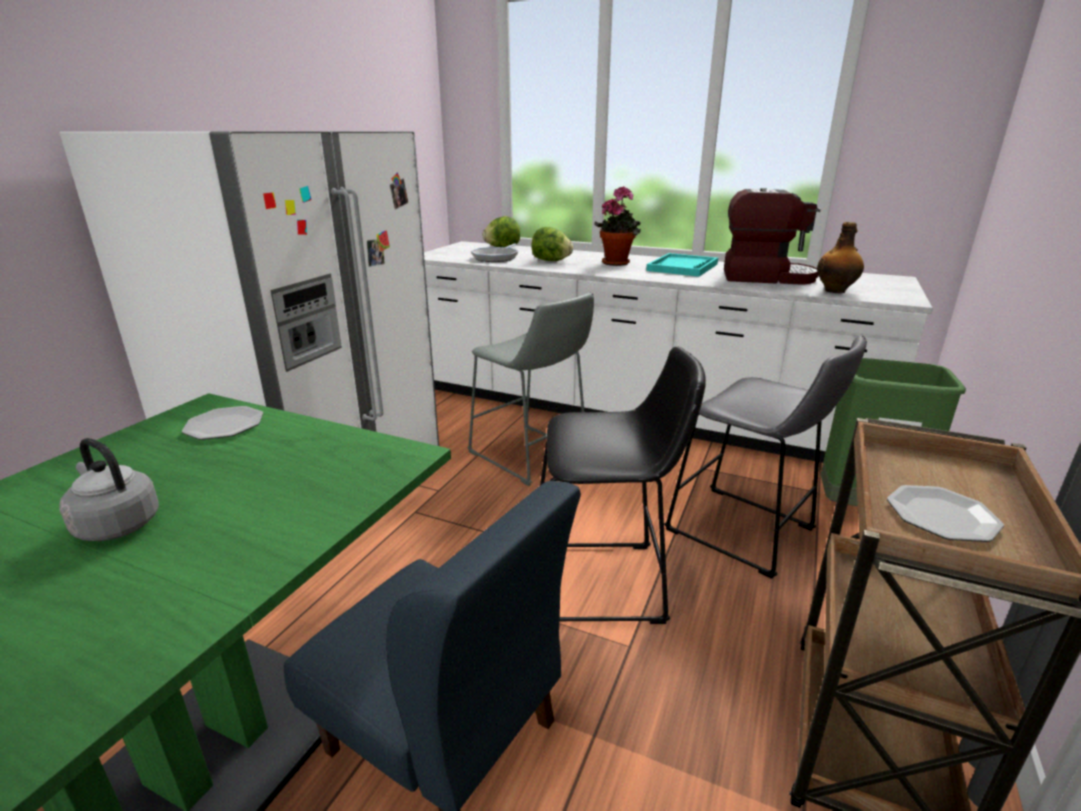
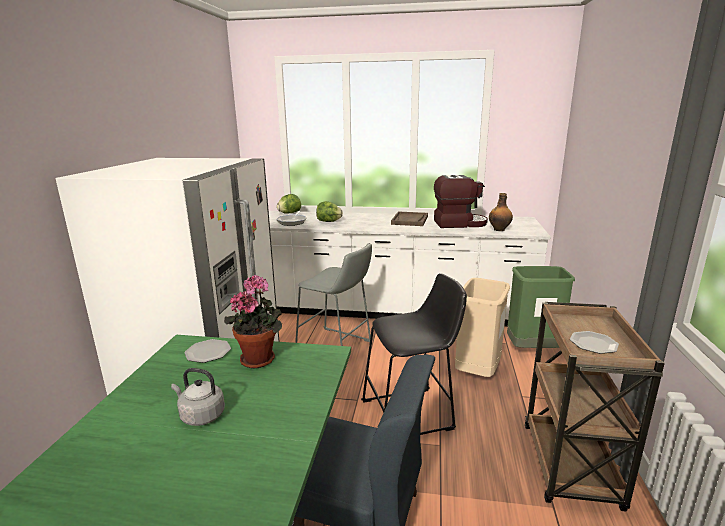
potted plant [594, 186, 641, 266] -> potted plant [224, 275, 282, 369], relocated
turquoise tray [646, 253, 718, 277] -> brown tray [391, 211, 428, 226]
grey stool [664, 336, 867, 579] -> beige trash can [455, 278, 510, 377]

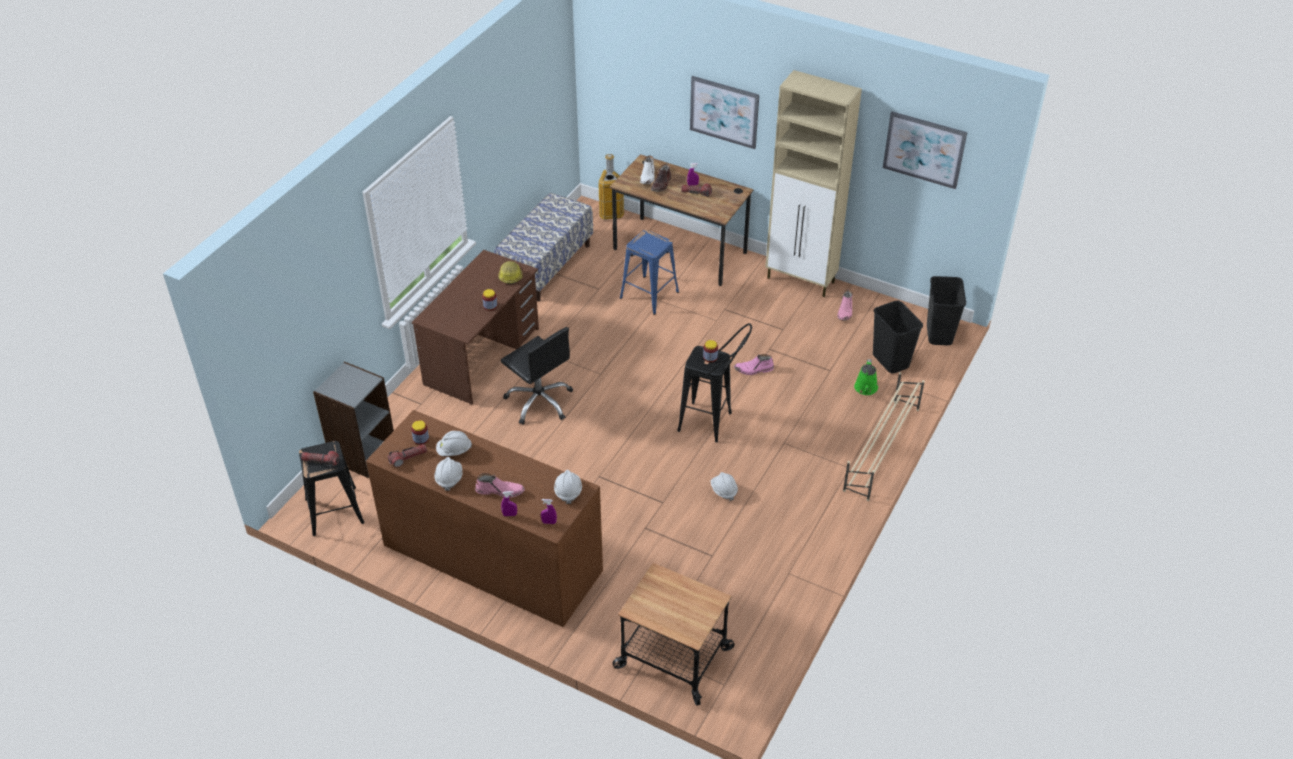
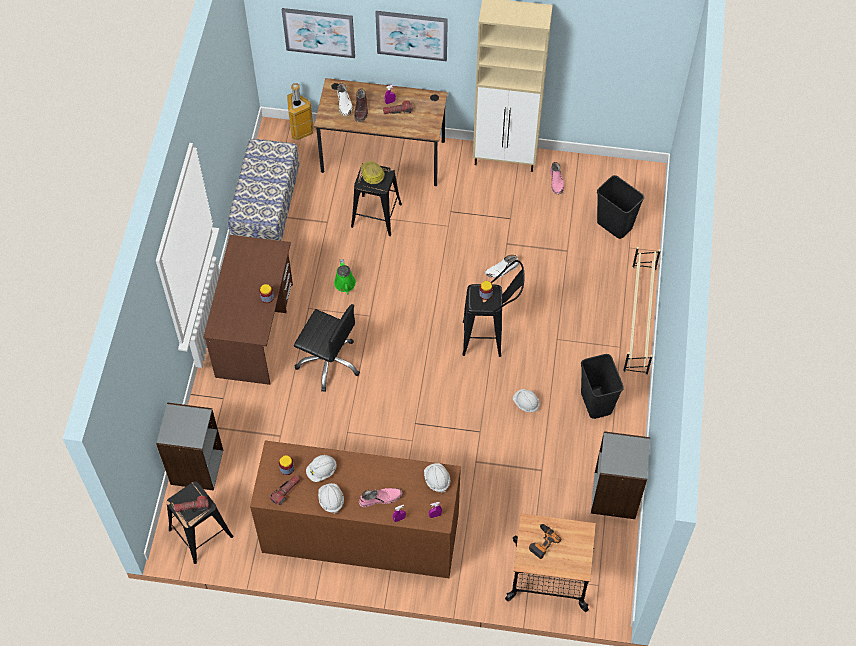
picture [883, 112, 967, 189] -> picture [282, 8, 355, 58], relocated
green watering can [854, 359, 878, 395] -> green watering can [334, 259, 356, 295], relocated
blue stool [620, 230, 679, 315] -> black stool [351, 163, 402, 236]
hard hat [498, 261, 522, 284] -> hard hat [361, 161, 385, 184], relocated
pink boot [734, 354, 774, 375] -> white boot [485, 255, 519, 278]
none -> power drill [529, 524, 561, 559]
black trash can [927, 276, 966, 345] -> black trash can [581, 354, 624, 419], relocated
none -> grey bookcase [591, 431, 650, 519]

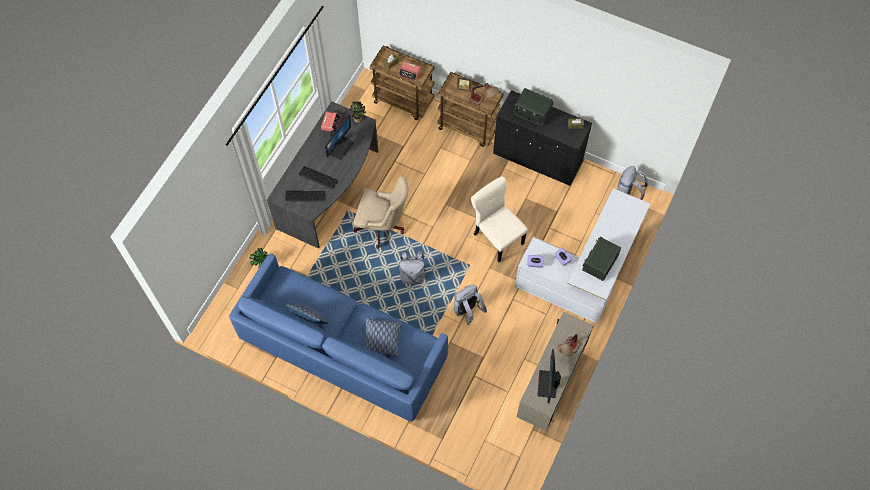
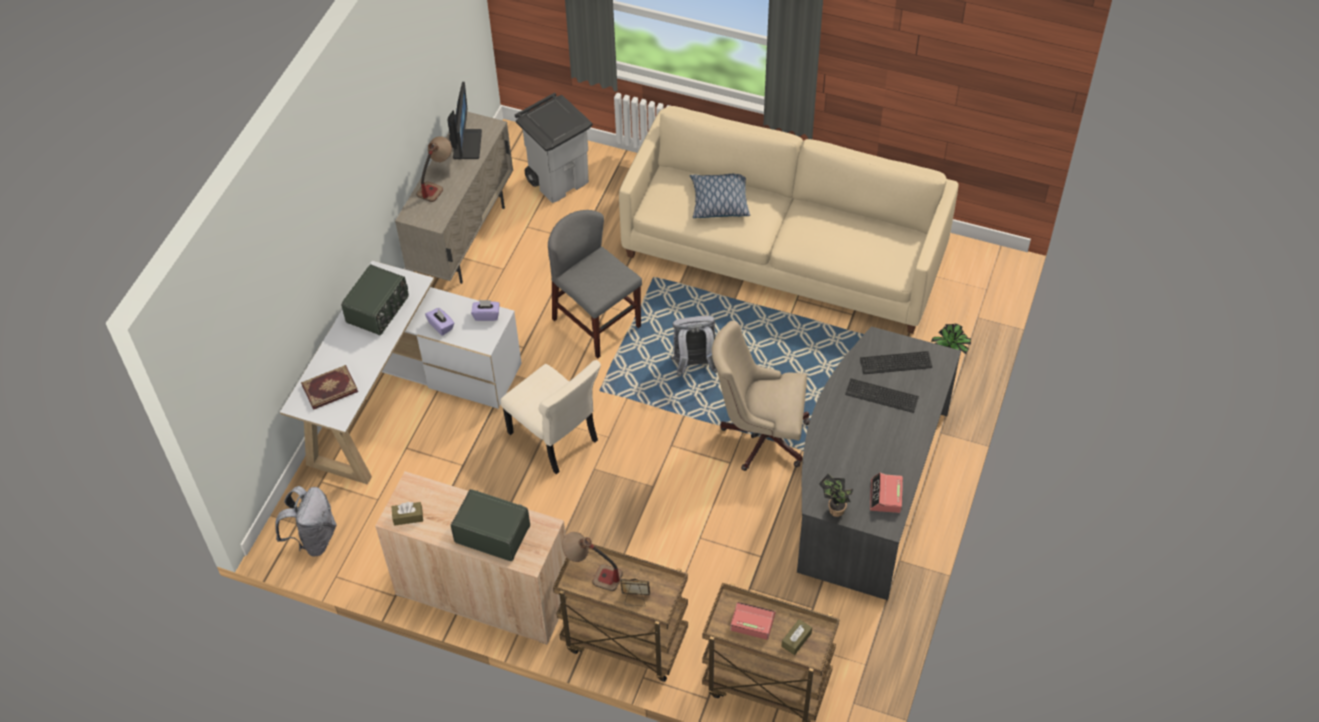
none -> book [301, 365, 358, 410]
black cabinet [493, 90, 592, 186] -> beige cabinet [375, 471, 567, 644]
none -> grey trash can [515, 93, 593, 203]
grey backpack [454, 285, 487, 325] -> grey chair [548, 210, 642, 358]
blue sofa [229, 254, 448, 422] -> beige sofa [619, 106, 959, 334]
pillow [286, 304, 329, 324] -> none
monitor [325, 114, 354, 160] -> none

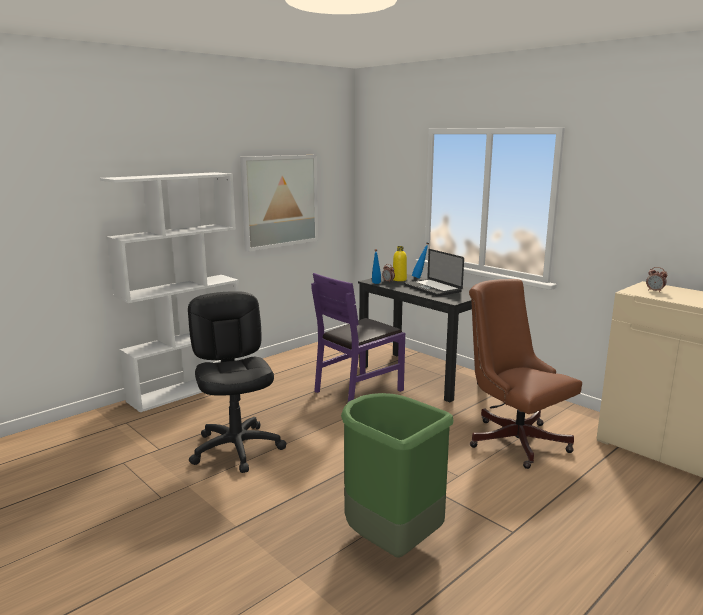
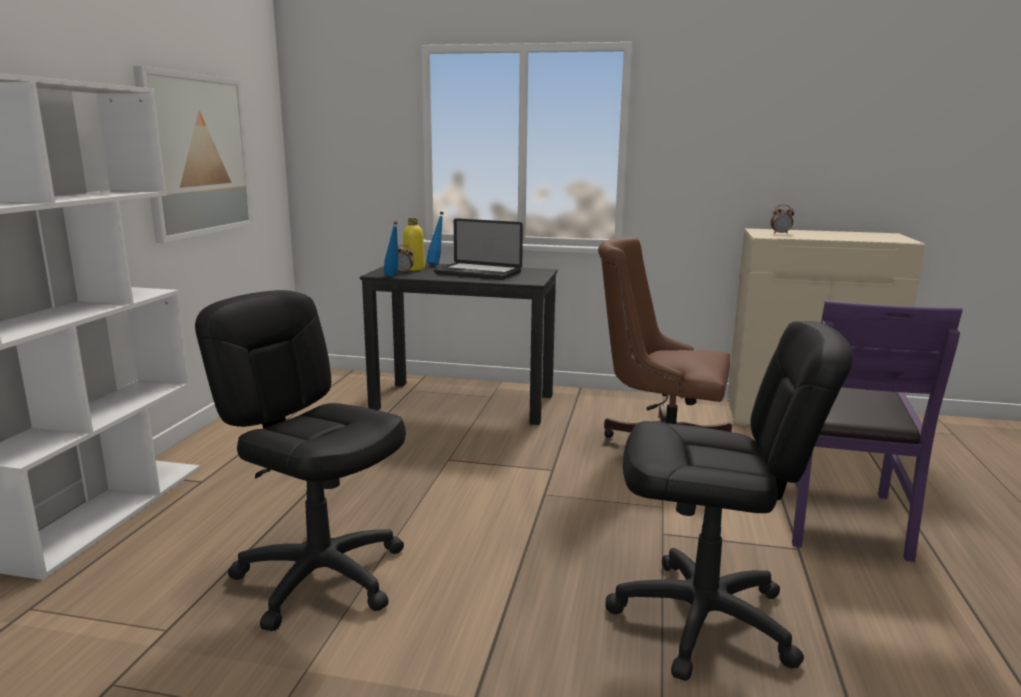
green trash can [341, 393, 454, 558] -> black office chair [605, 321, 853, 681]
purple chair [311, 273, 405, 402] -> purple chair [792, 300, 963, 562], relocated

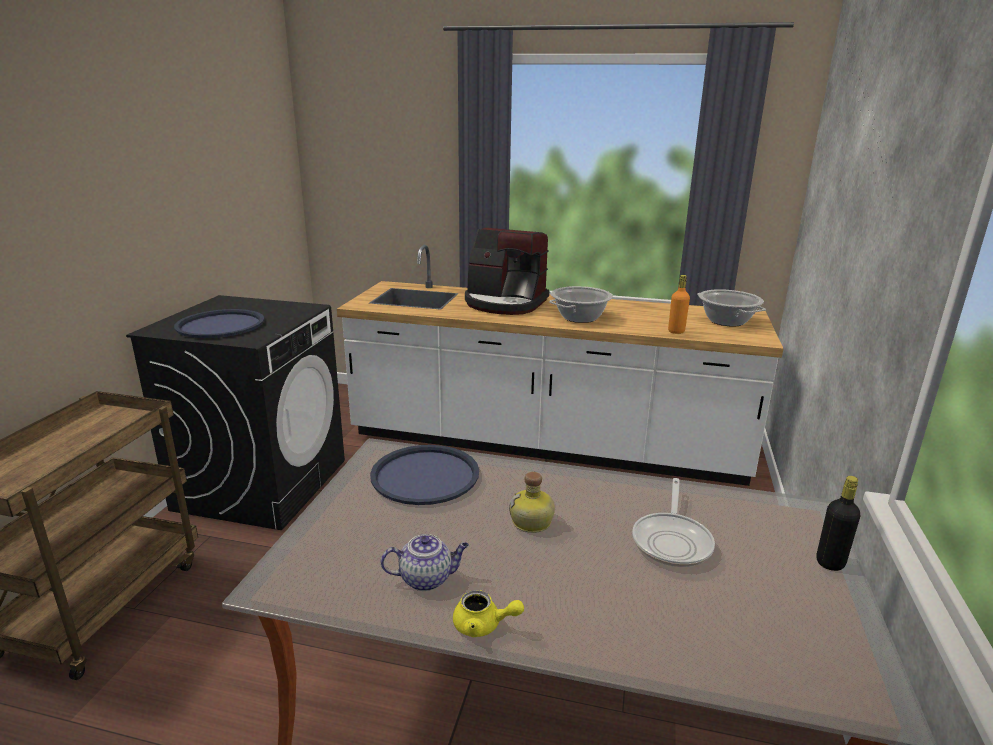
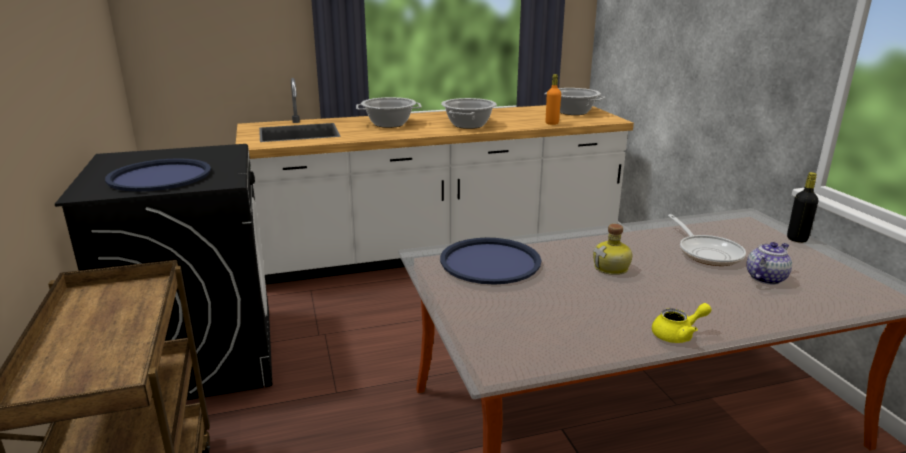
coffee machine [465, 228, 549, 315] -> cooking pot [356, 97, 421, 128]
teapot [381, 534, 469, 591] -> teapot [747, 242, 792, 285], relocated

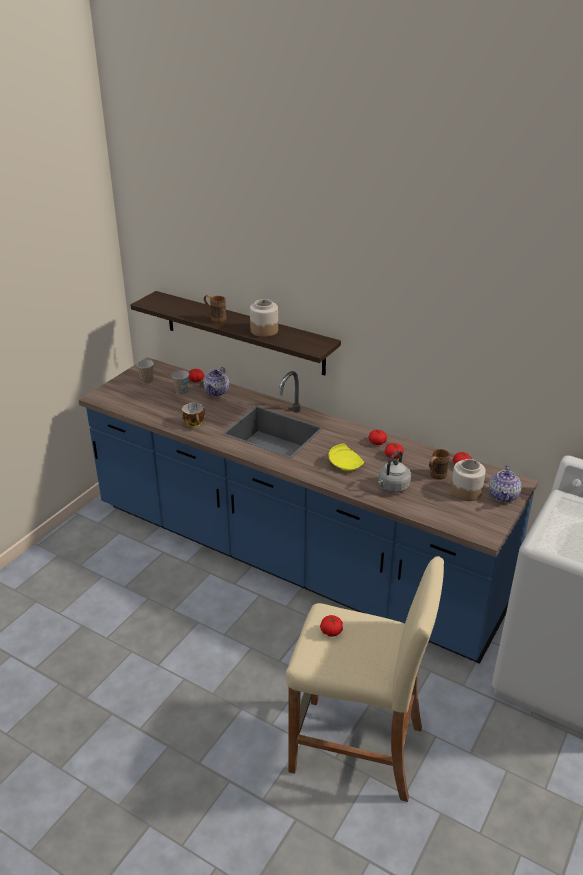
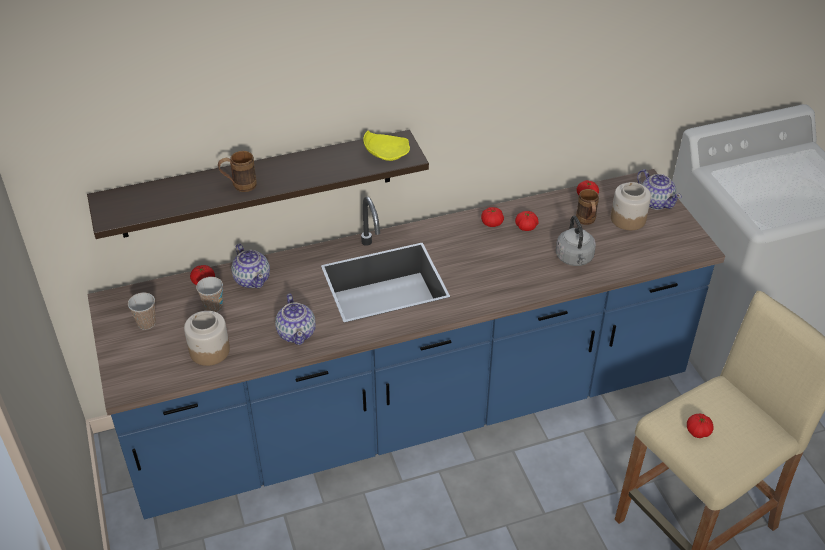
jar [250, 299, 278, 337] -> jar [184, 311, 230, 366], relocated
cup [182, 403, 205, 428] -> teapot [275, 294, 316, 345]
yellow plate [329, 444, 364, 471] -> yellow plate [363, 130, 410, 161], relocated

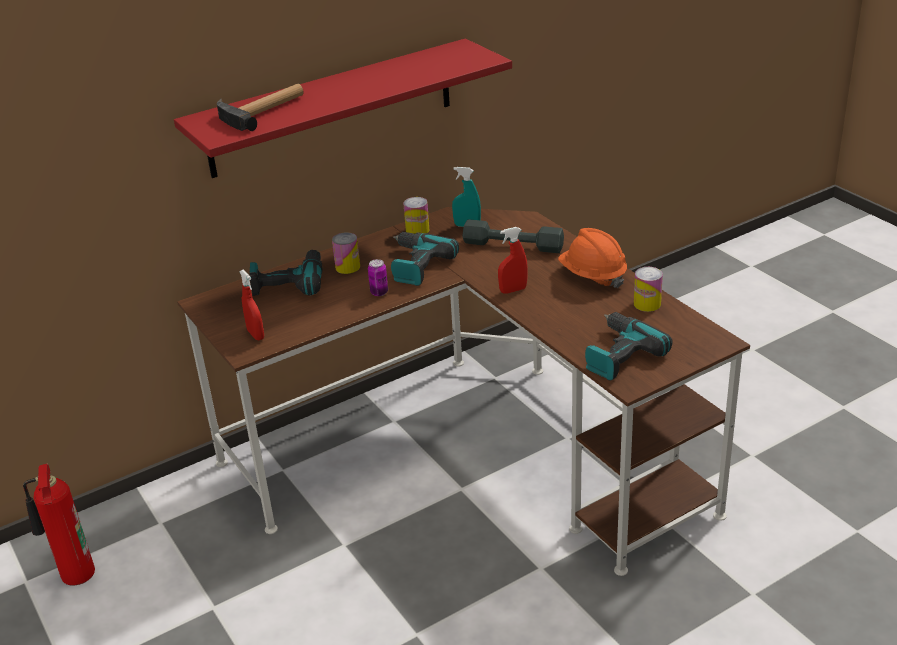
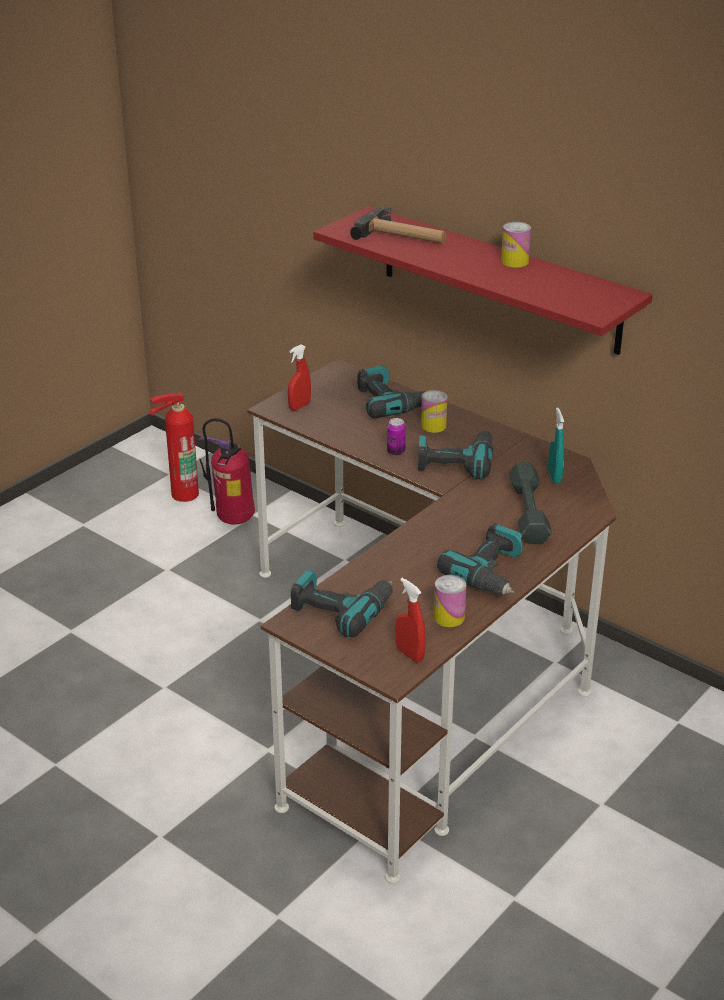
none -> fire extinguisher [199, 418, 255, 524]
red spray bottle [498, 227, 528, 294] -> red spray bottle [396, 578, 426, 662], relocated
orange hard hat [558, 228, 627, 288] -> power drill [437, 523, 523, 596]
can [403, 197, 429, 234] -> can [501, 222, 531, 267], relocated

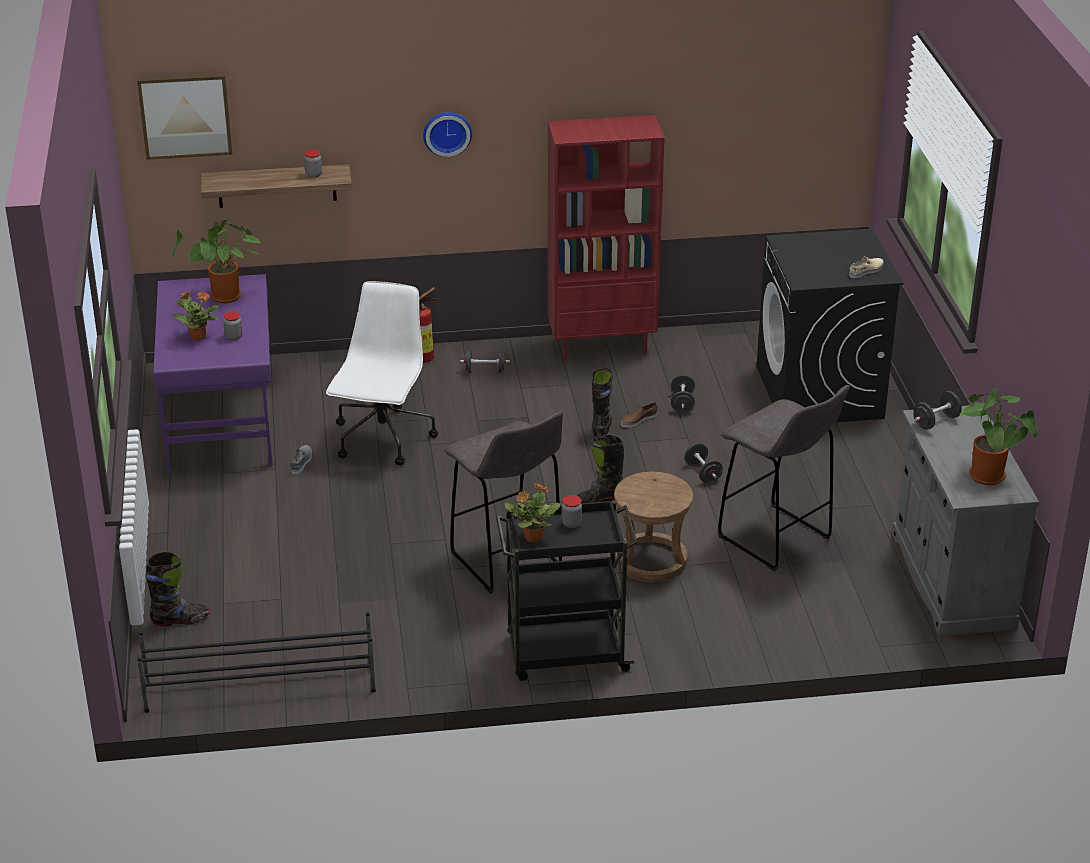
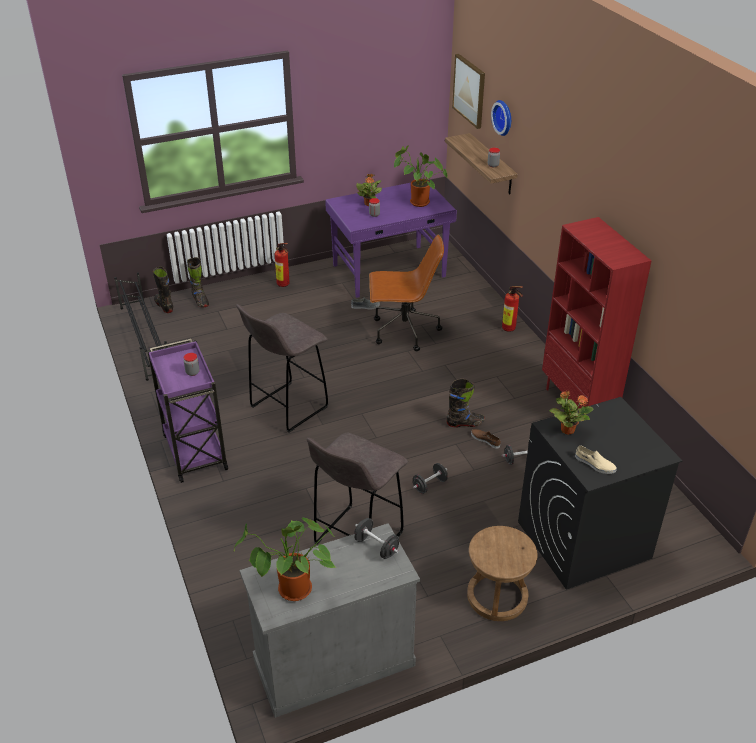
black cart [496, 500, 638, 681] -> purple cart [148, 339, 228, 483]
black boot [576, 434, 624, 503] -> black boot [153, 266, 173, 313], relocated
none -> fire extinguisher [275, 243, 289, 287]
white office chair [326, 281, 438, 466] -> brown office chair [369, 234, 444, 351]
brown stool [614, 472, 693, 583] -> brown stool [467, 526, 538, 621], relocated
wall clock [423, 112, 472, 157] -> wall clock [491, 100, 511, 136], relocated
potted plant [504, 483, 561, 543] -> potted plant [549, 391, 594, 435], relocated
black dumbbell [460, 350, 510, 373] -> none

